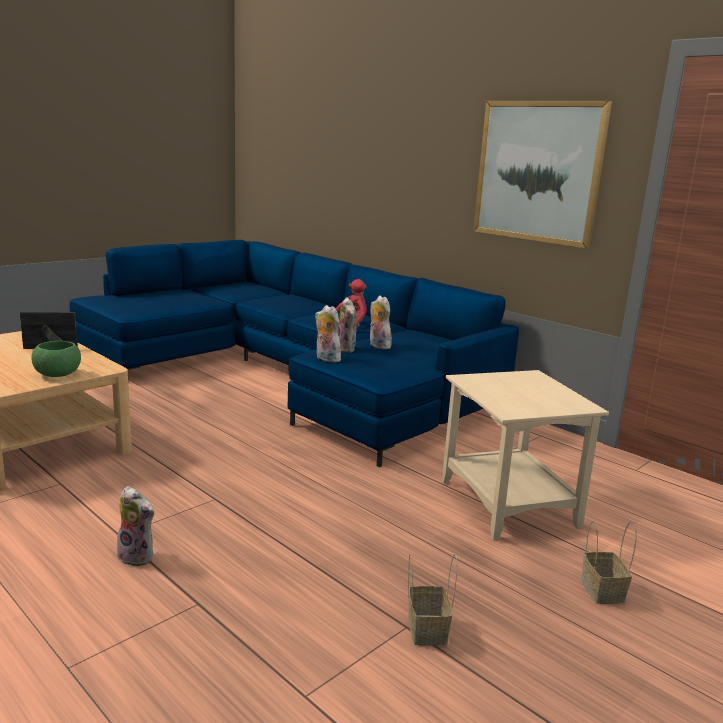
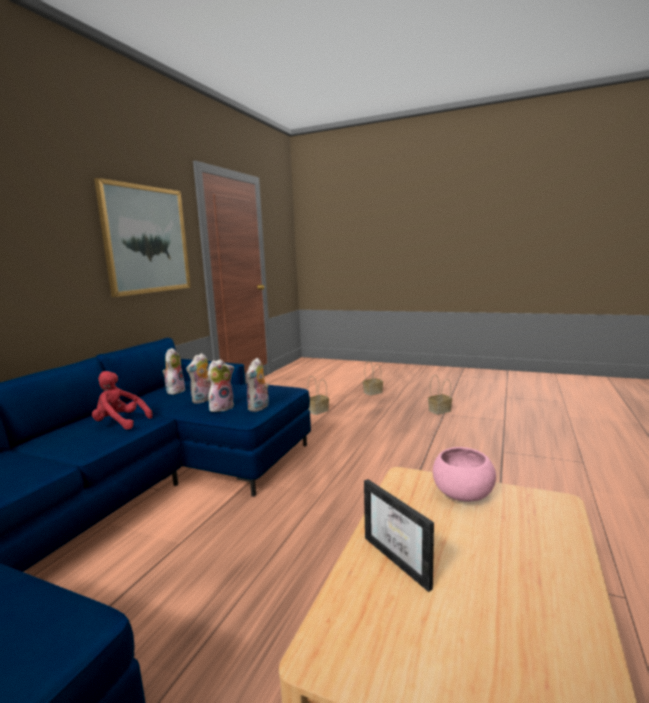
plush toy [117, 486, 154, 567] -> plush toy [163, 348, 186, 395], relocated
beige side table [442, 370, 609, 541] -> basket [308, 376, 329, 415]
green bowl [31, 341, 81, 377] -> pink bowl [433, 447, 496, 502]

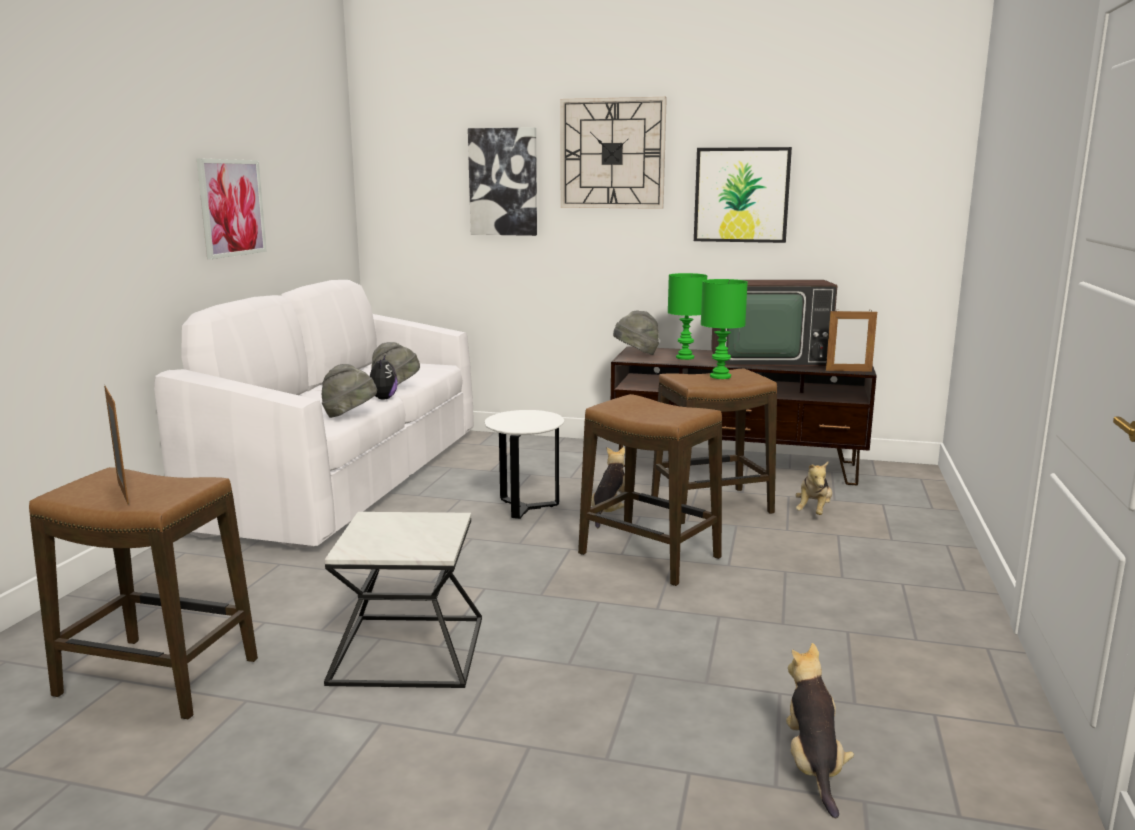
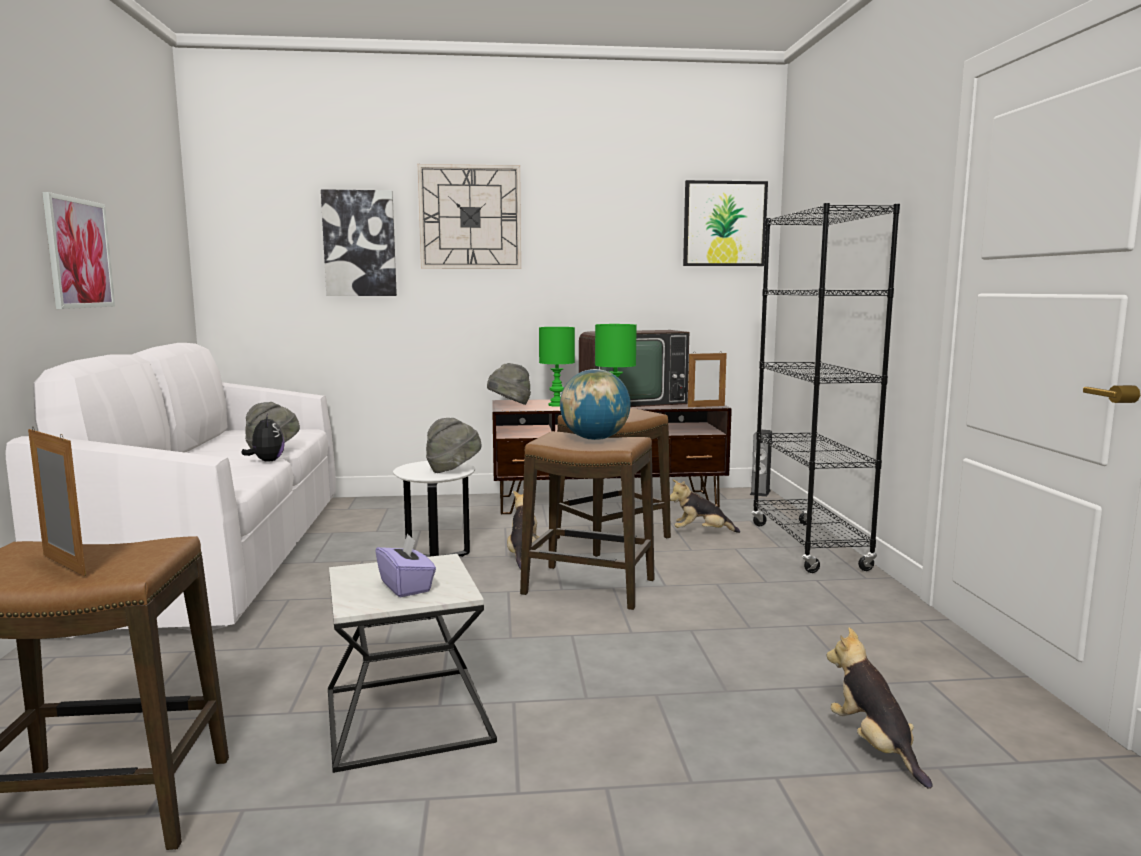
none -> purple tissue box [376, 533, 436, 597]
grey hat [322, 364, 377, 418] -> grey hat [426, 418, 482, 473], relocated
none -> globe [560, 369, 631, 440]
plush toy [795, 461, 832, 515] -> plush toy [670, 479, 740, 533], 90 degrees clockwise
picture [694, 147, 792, 243] -> picture [683, 180, 768, 266], relocated
none -> speaker [750, 430, 772, 497]
none -> black bookcase [752, 203, 900, 573]

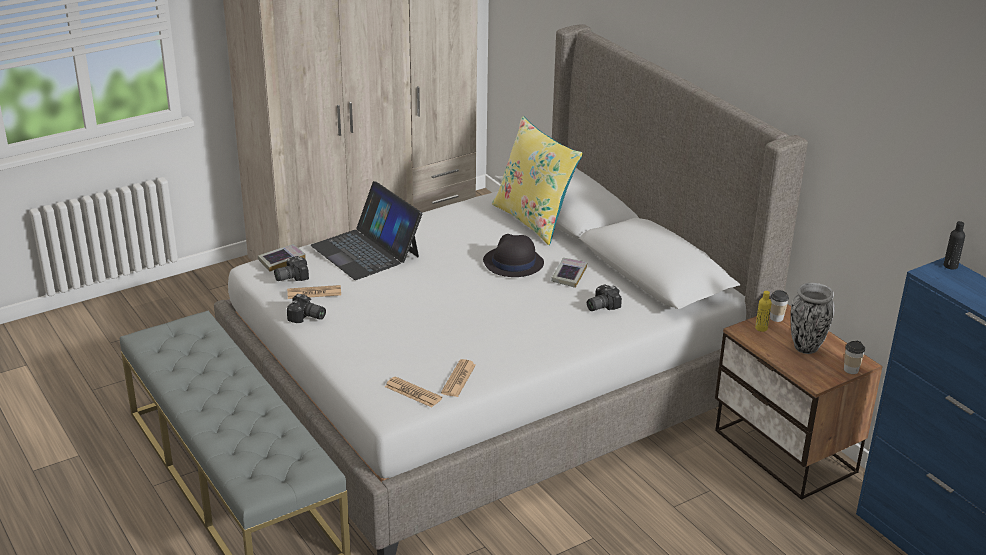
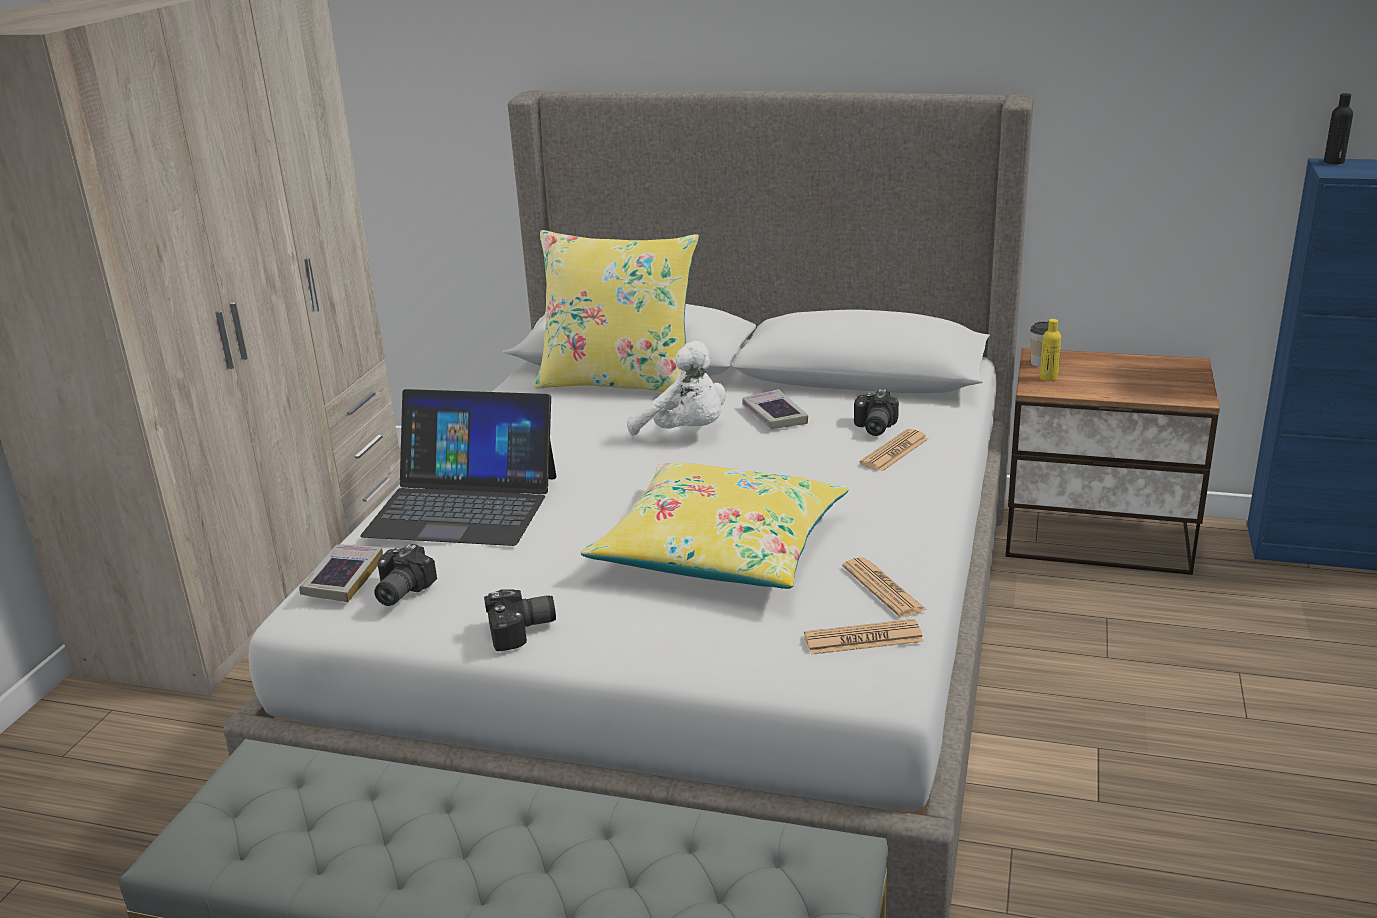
none -> yellow pillow [580, 463, 849, 589]
black hat [483, 234, 544, 277] -> white plush toy [627, 341, 726, 436]
newspaper [287, 285, 341, 299] -> newspaper [859, 429, 929, 472], relocated
vase [791, 283, 835, 354] -> none
cup [844, 341, 865, 374] -> none

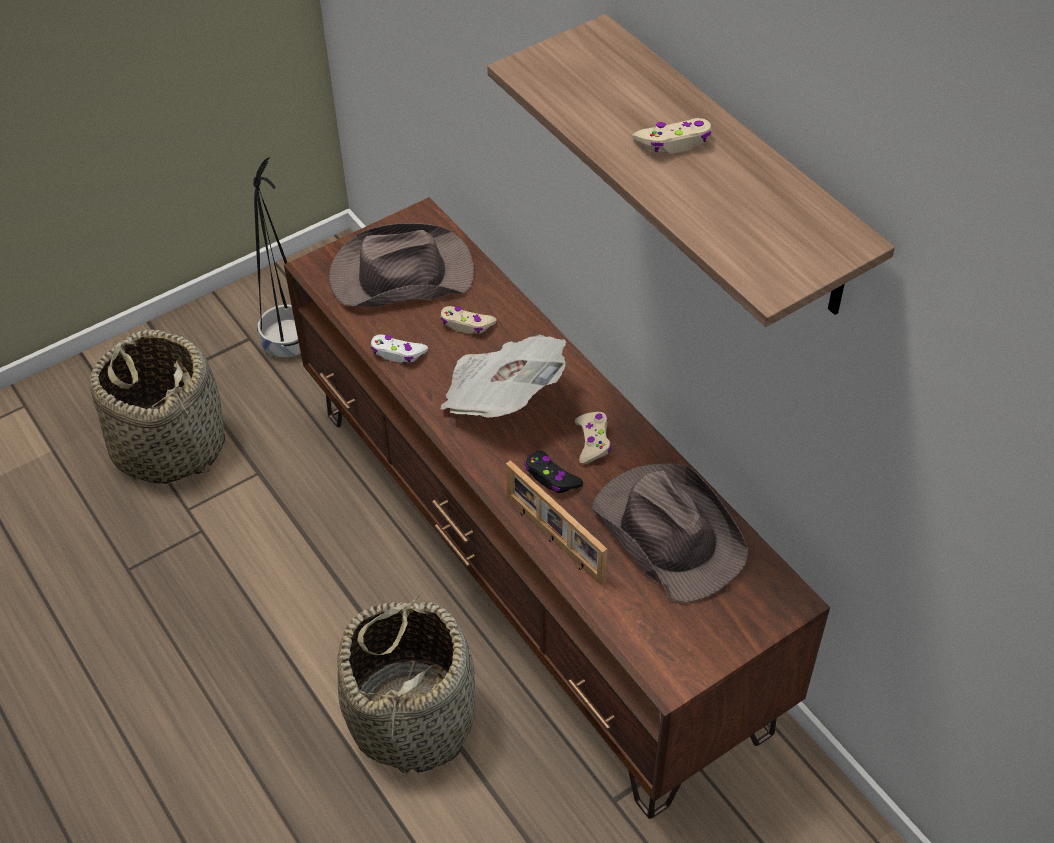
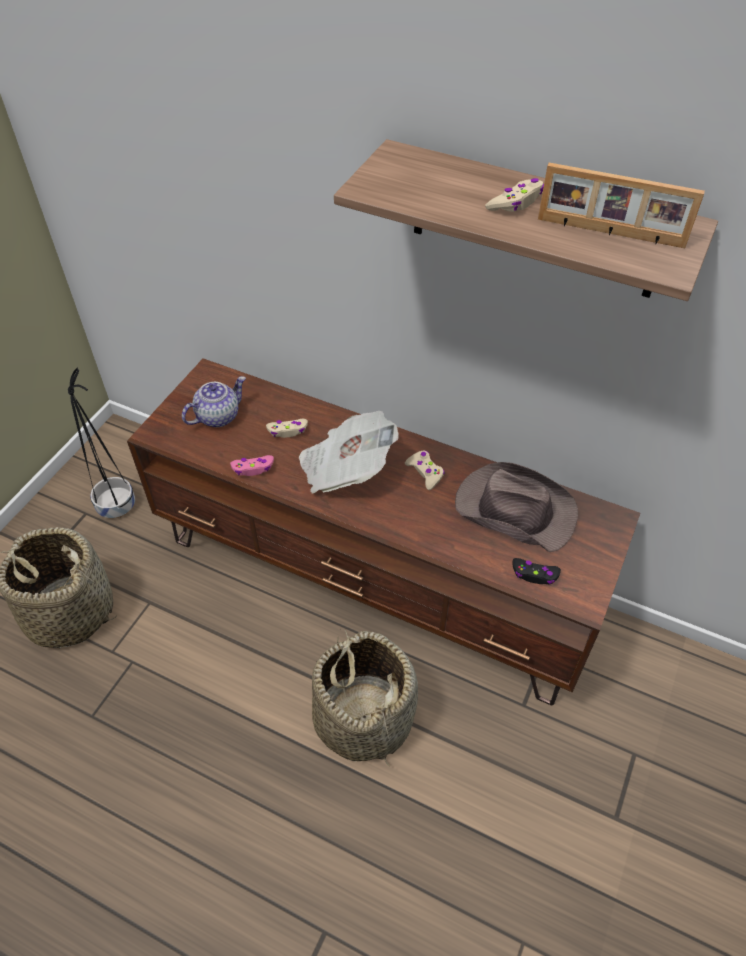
brown hat [329, 223, 475, 307] -> teapot [182, 376, 246, 427]
white game controller [371, 334, 428, 363] -> pink game controller [230, 455, 274, 476]
black game controller [524, 451, 583, 493] -> black game controller [512, 558, 561, 585], relocated
picture frame [506, 460, 607, 585] -> picture frame [538, 163, 705, 248], relocated

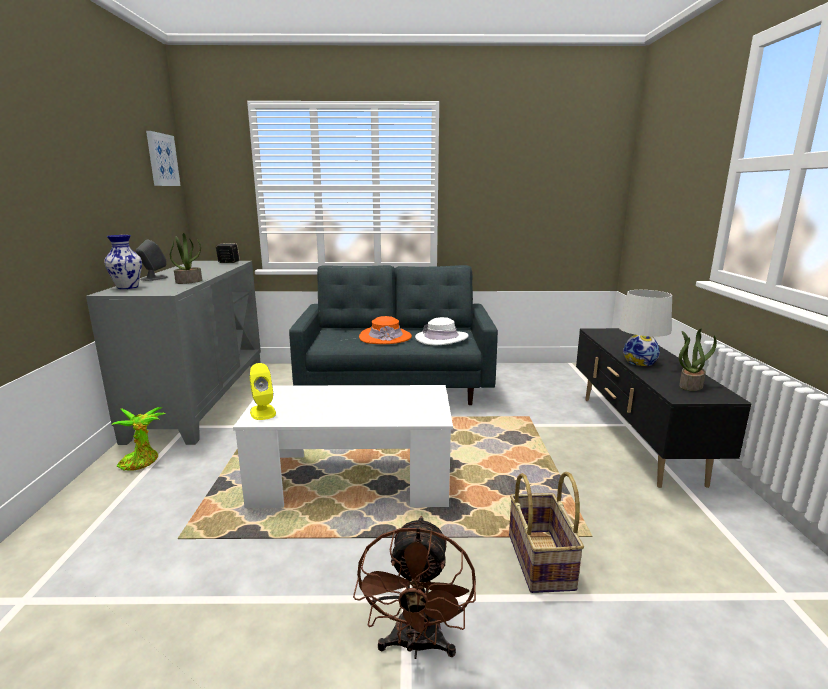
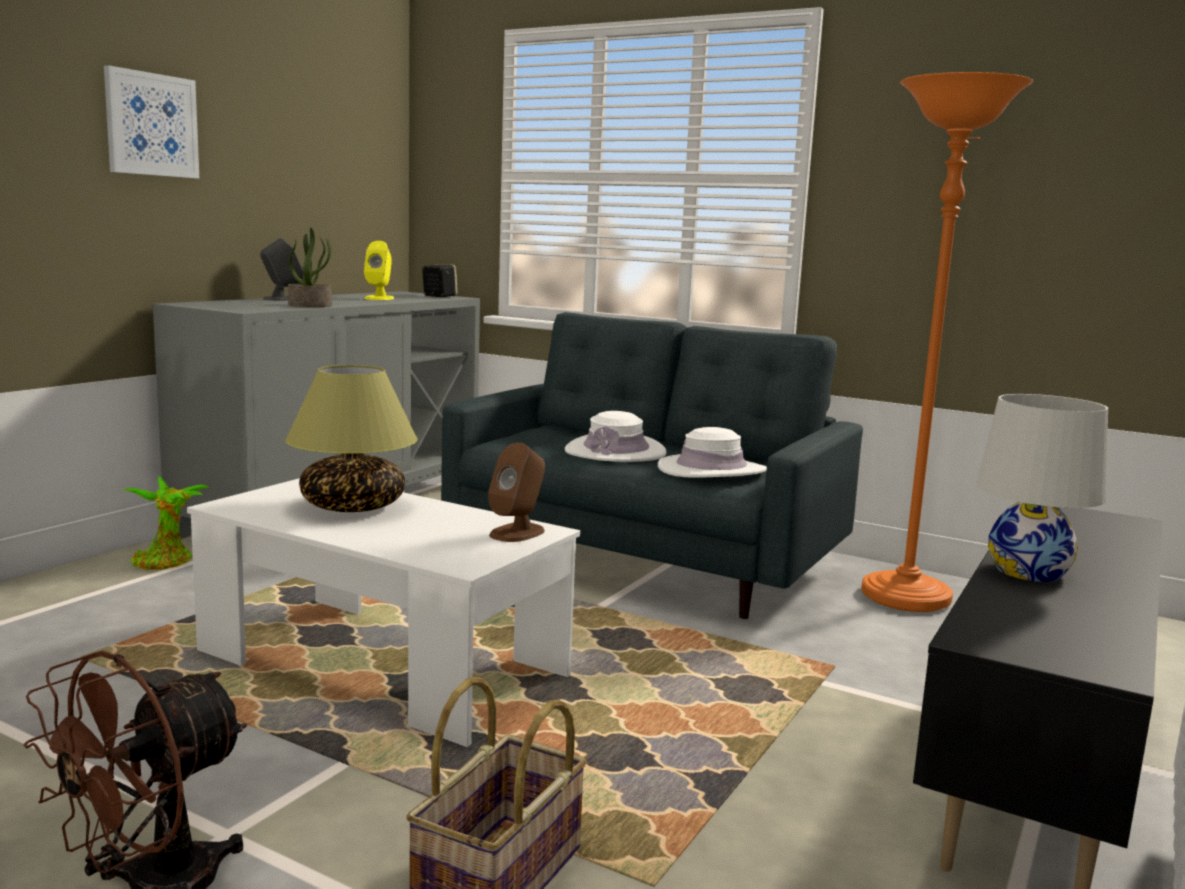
picture [146, 131, 181, 186] -> picture [104, 65, 199, 178], relocated
none -> table lamp [285, 365, 418, 512]
yellow speaker [250, 363, 276, 420] -> yellow speaker [364, 241, 394, 300], relocated
none -> brown speaker [488, 443, 545, 542]
orange hat [359, 316, 412, 344] -> white hat [565, 411, 667, 462]
none -> orange floor lamp [861, 72, 1033, 612]
vase [104, 235, 142, 289] -> none
potted plant [679, 328, 717, 391] -> none

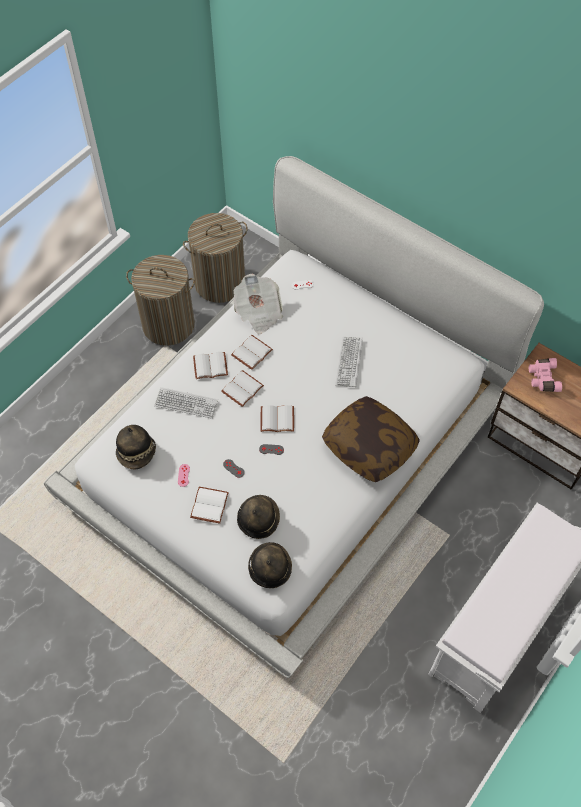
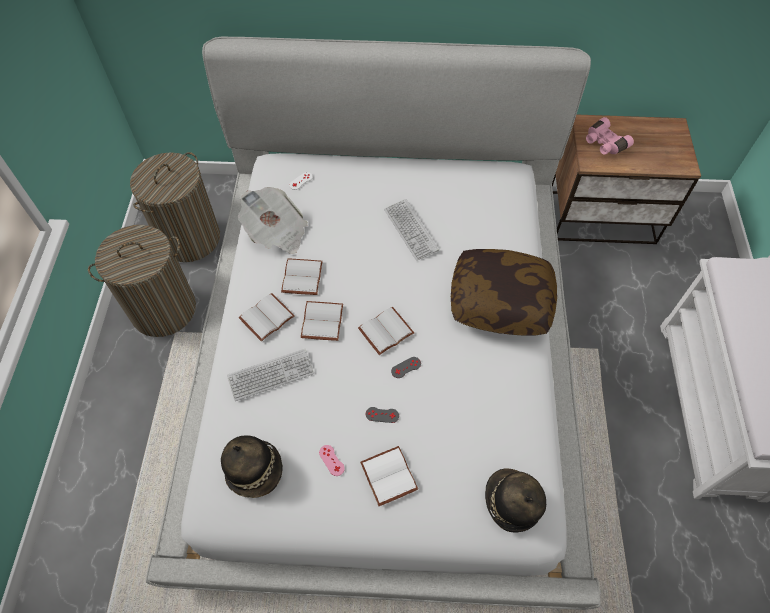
hat [237, 495, 280, 539] -> none

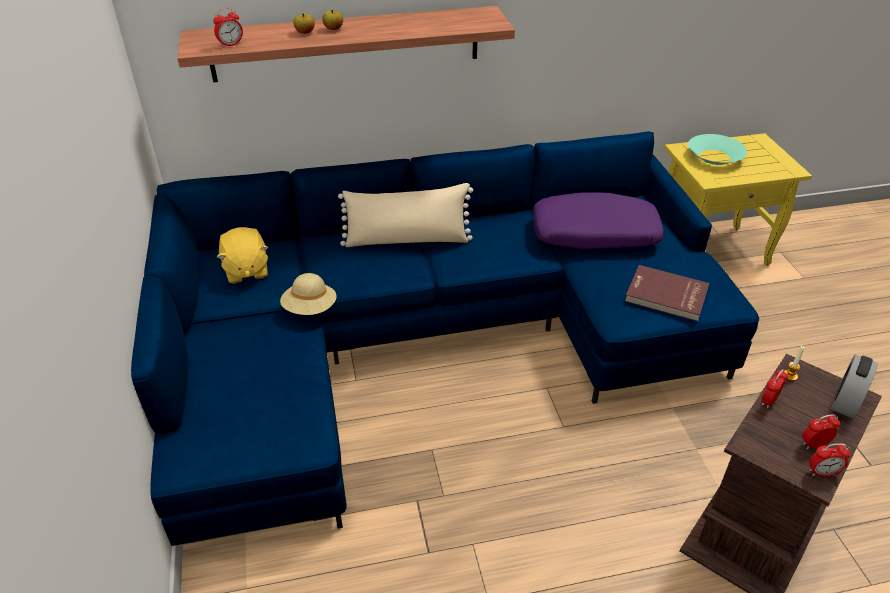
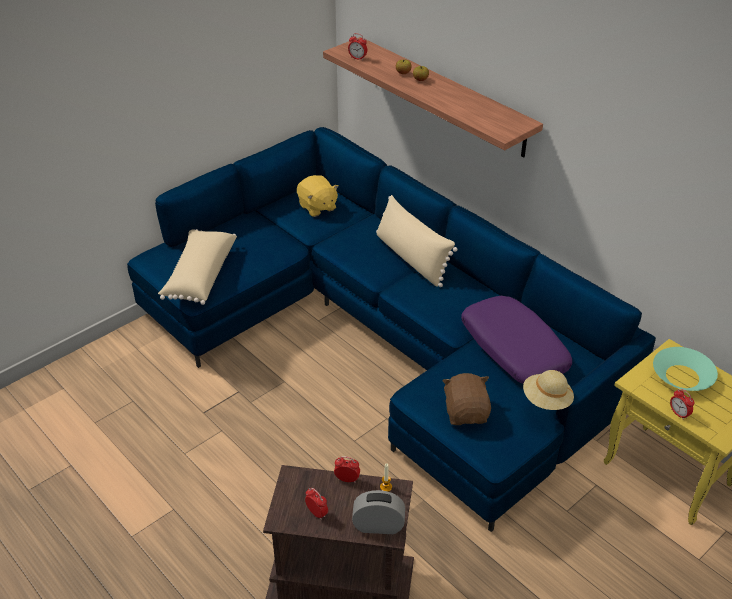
none -> beige pillow [158, 229, 237, 305]
yellow plush toy [217, 227, 268, 284] -> yellow plush toy [297, 175, 339, 217], 75 degrees counterclockwise
red book [625, 265, 709, 322] -> brown plush toy [442, 373, 491, 425]
beige hat [280, 273, 336, 315] -> beige hat [523, 370, 574, 410], relocated
alarm clock [809, 443, 851, 477] -> alarm clock [670, 389, 694, 420], relocated

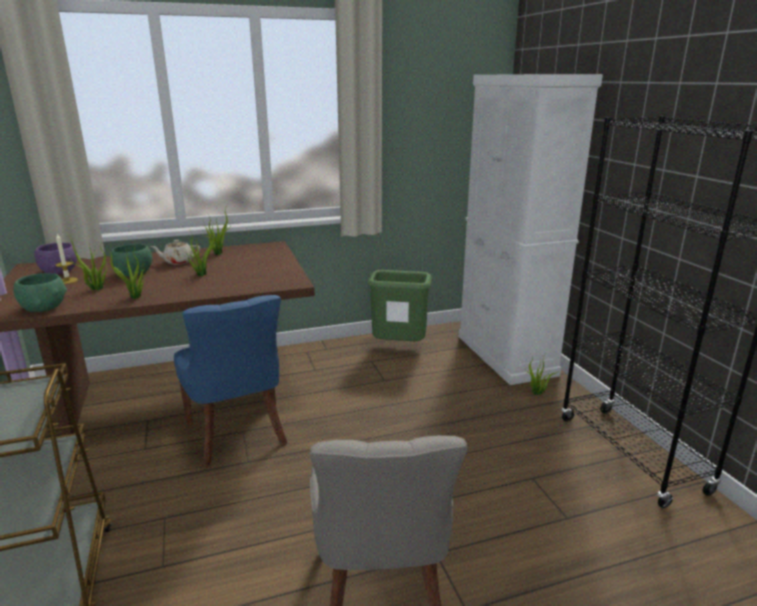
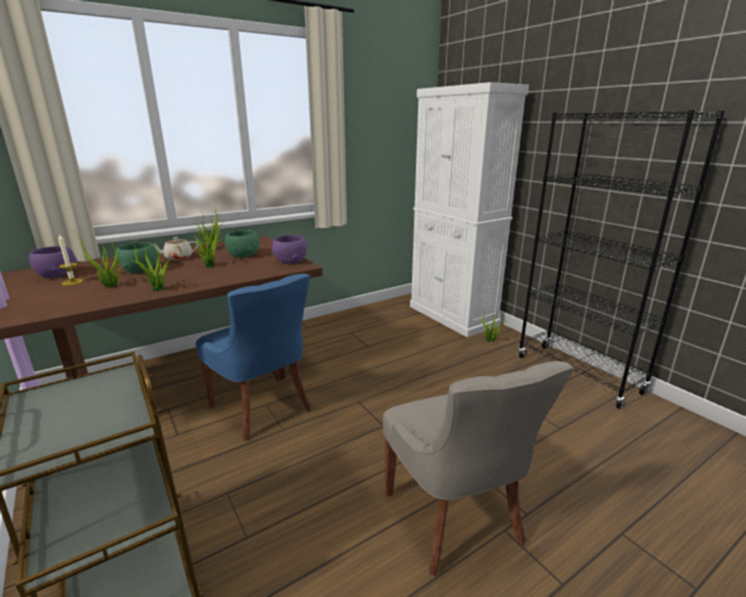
green bowl [13, 273, 67, 312] -> green bowl [225, 230, 260, 258], relocated
none -> purple bowl [271, 235, 307, 264]
green trash can [368, 270, 432, 341] -> none

